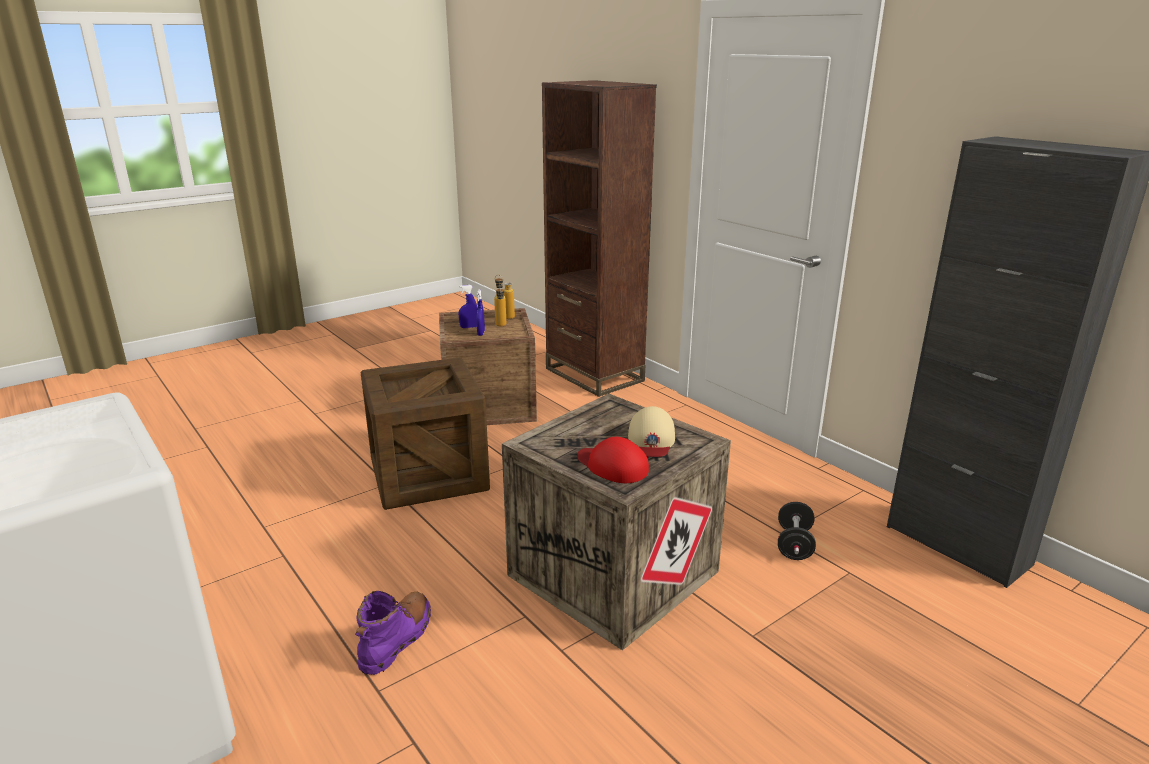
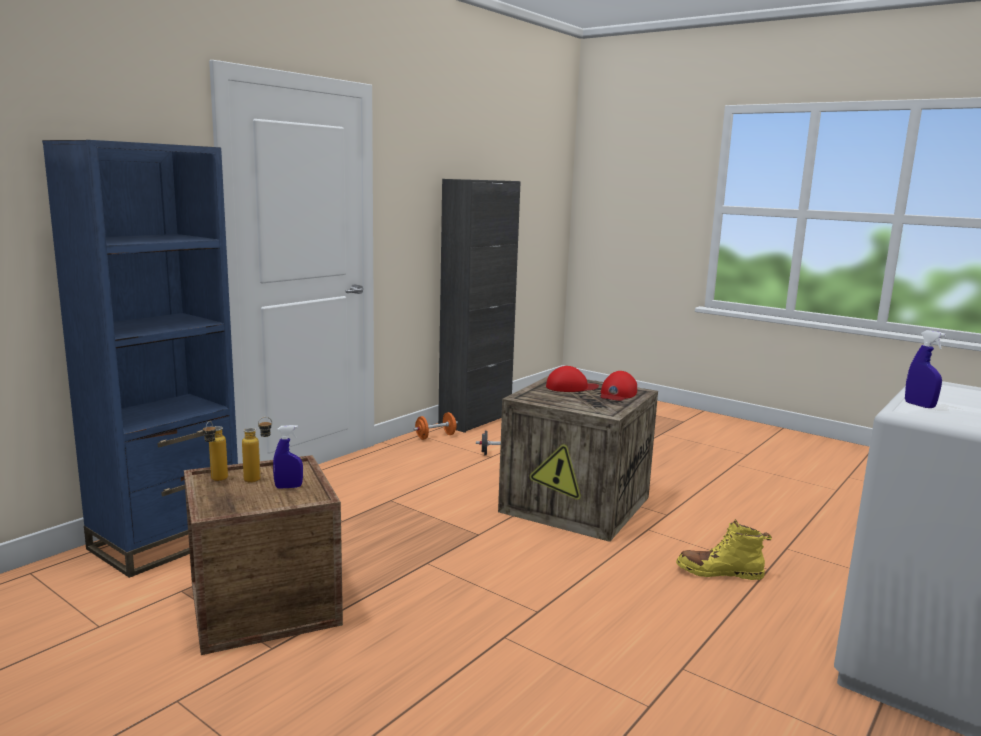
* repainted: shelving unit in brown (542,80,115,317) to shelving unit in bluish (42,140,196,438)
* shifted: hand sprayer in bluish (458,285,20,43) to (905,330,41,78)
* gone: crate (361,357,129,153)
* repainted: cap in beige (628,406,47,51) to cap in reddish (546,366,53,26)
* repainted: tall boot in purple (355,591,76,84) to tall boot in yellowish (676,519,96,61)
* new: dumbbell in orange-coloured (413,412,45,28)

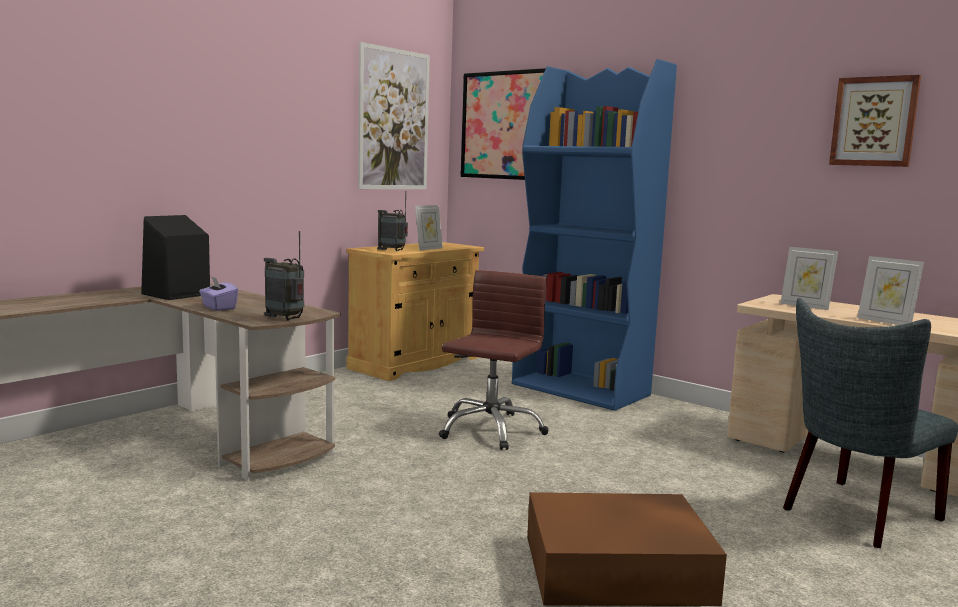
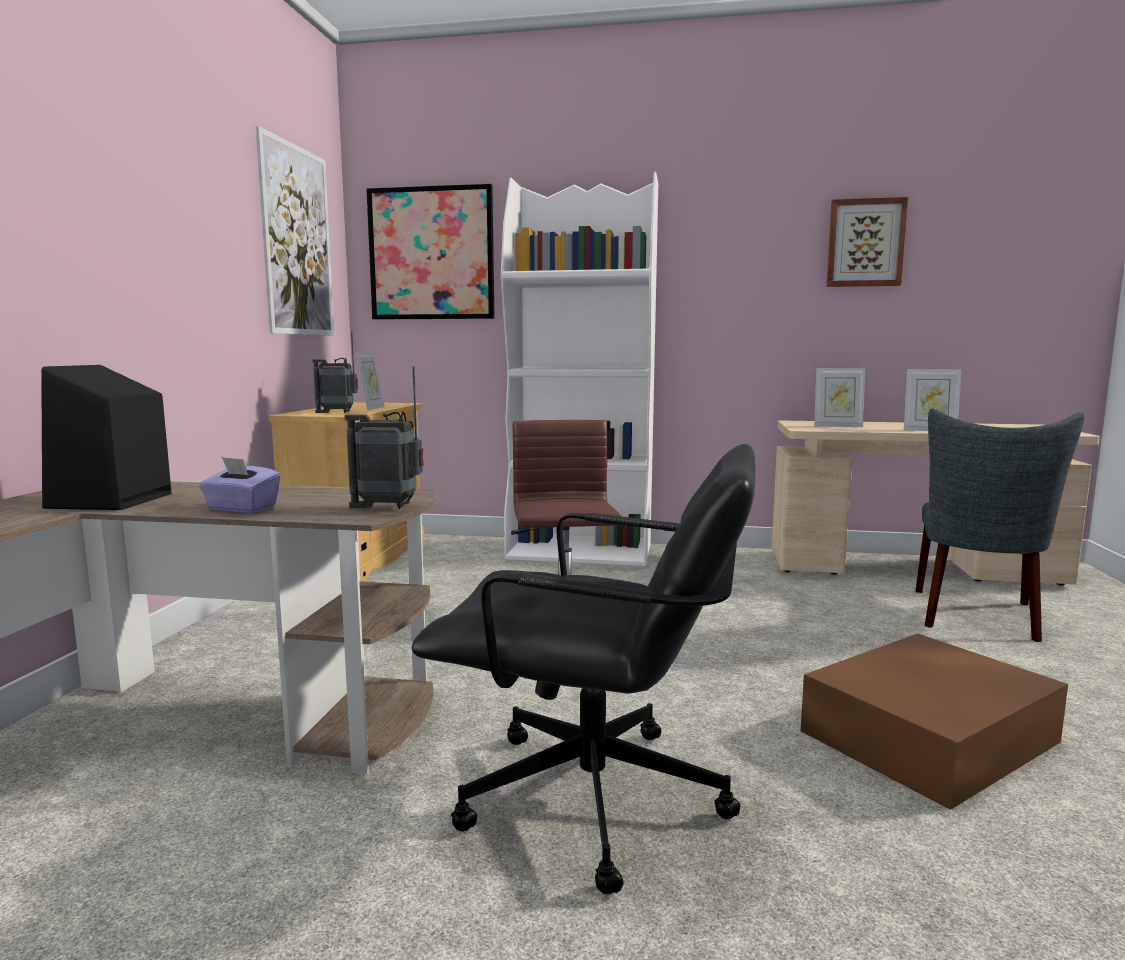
* repainted: shelving unit in bluish (512,59,165,352) to shelving unit in white (501,172,157,395)
* new: desk chair in black (412,444,343,451)

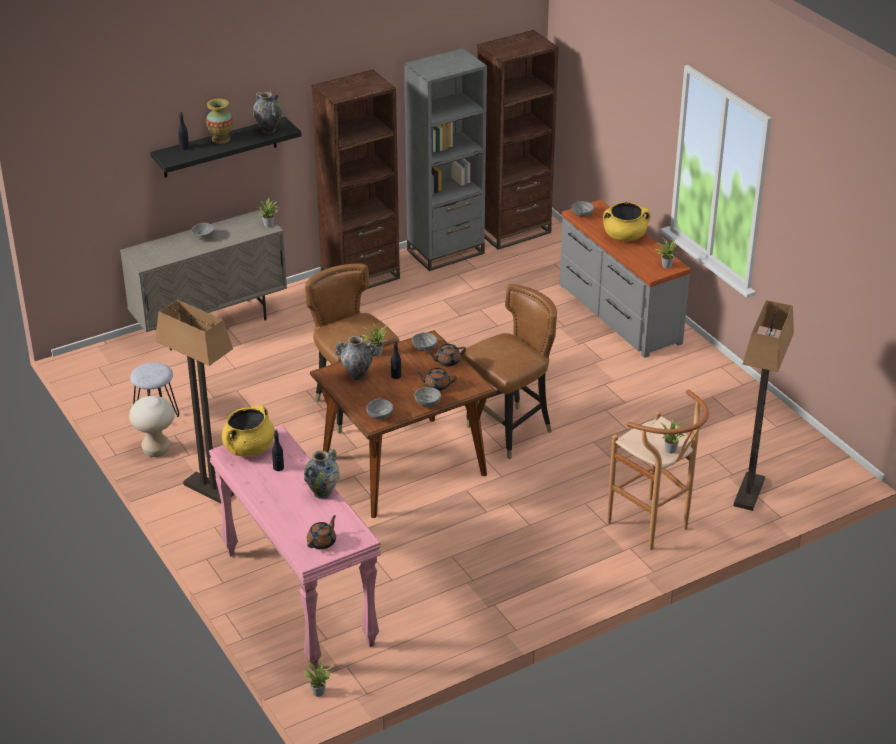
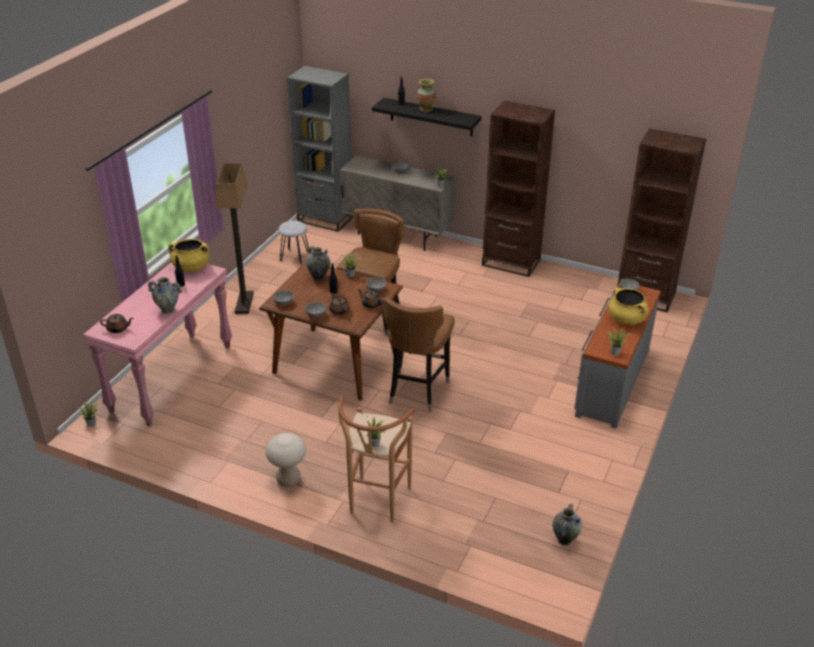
* shifted: shelving unit in grey (404,48,83,223) to (287,66,67,166)
* shifted: vase (253,91,29,43) to (553,503,29,43)
* rotated: plain chair in brown (460,284,97,175) = (383,297,72,115) 90 degrees clockwise
* gone: standing lamp (734,300,60,211)
* shifted: stool seat in beige (129,396,46,61) to (265,433,41,54)

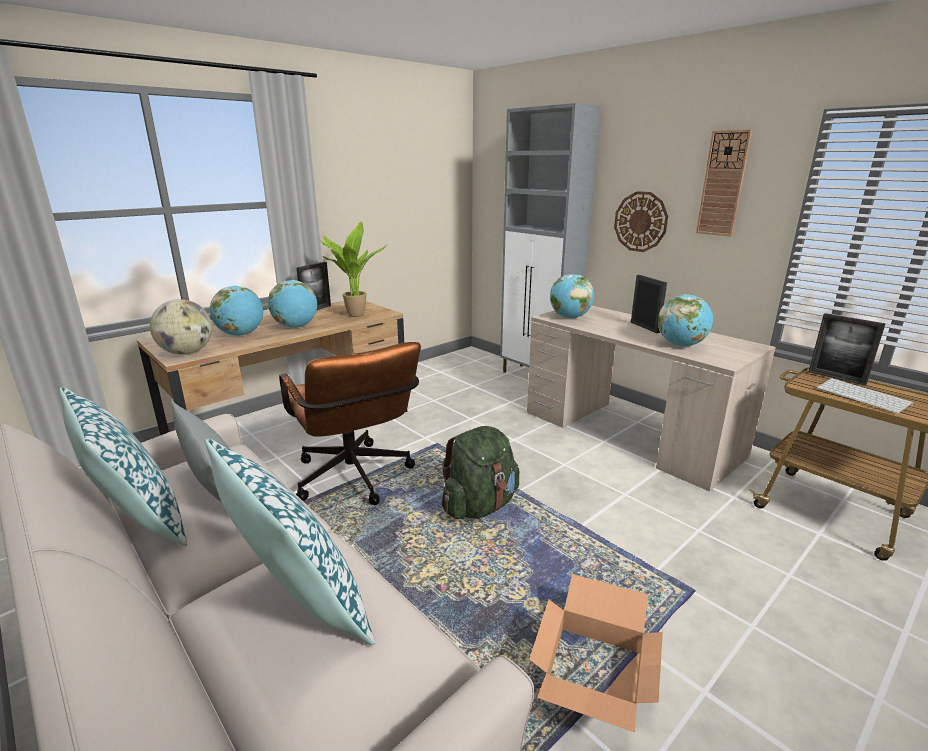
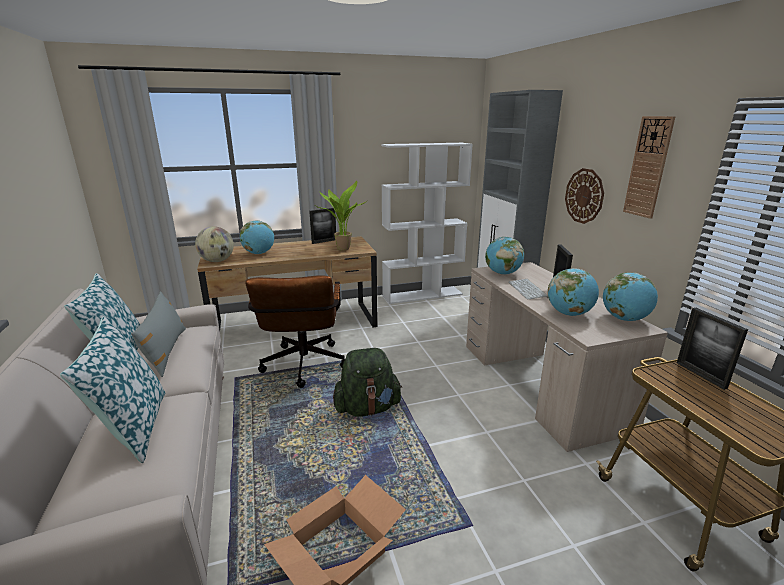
* shifted: globe (268,280,49,48) to (603,273,55,48)
* shifted: PC keyboard (816,378,97,36) to (508,279,40,21)
* new: shelving unit in white (381,143,92,161)

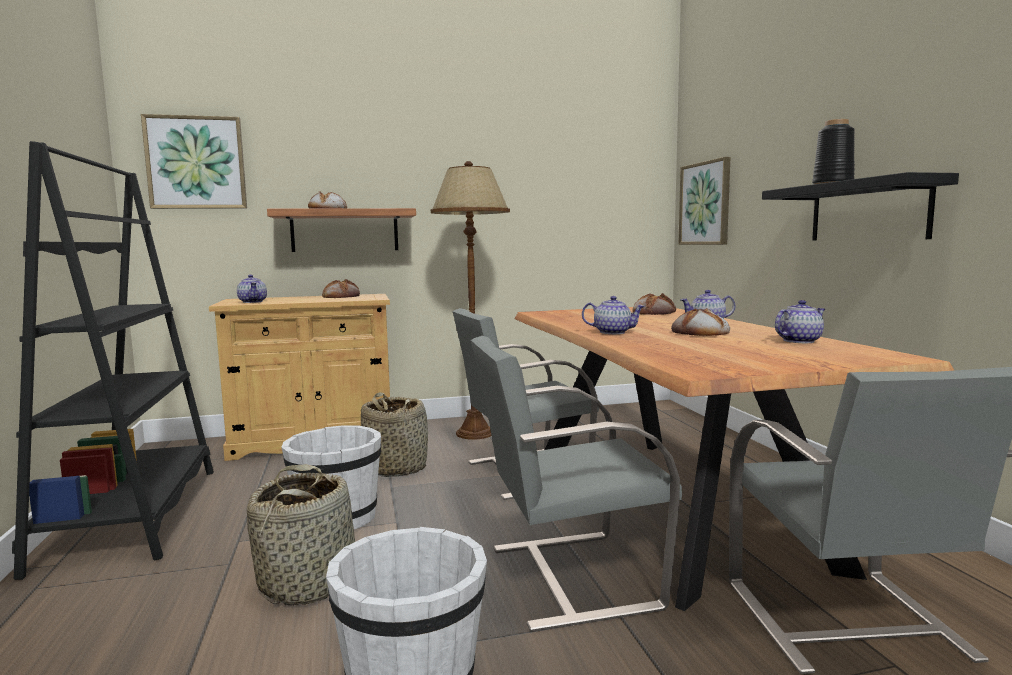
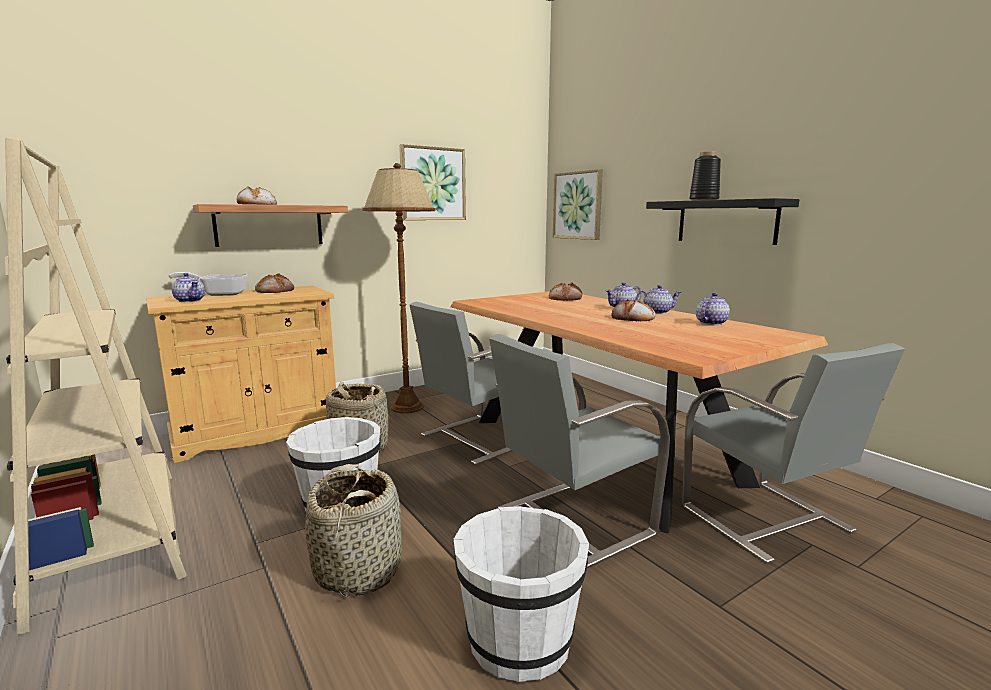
* shifted: wall picture (141,114,106,95) to (399,144,67,76)
* repainted: shelving unit in black (12,141,202,439) to shelving unit in beige (5,137,181,498)
* shifted: teapot (582,296,63,38) to (635,285,47,29)
* new: pan (169,272,79,24)

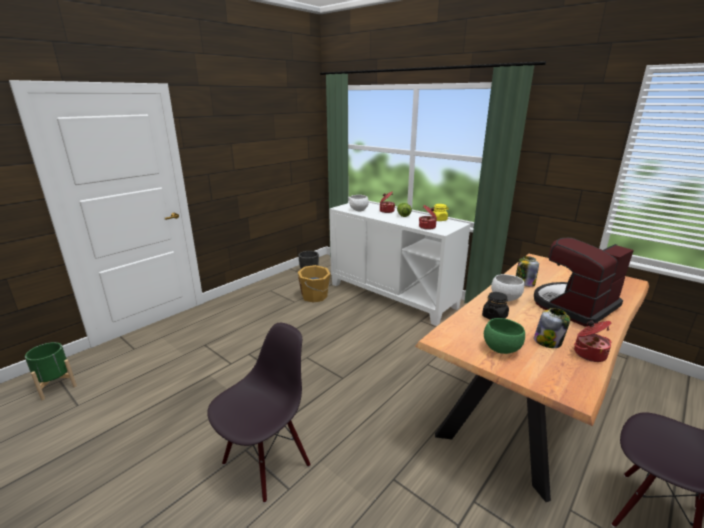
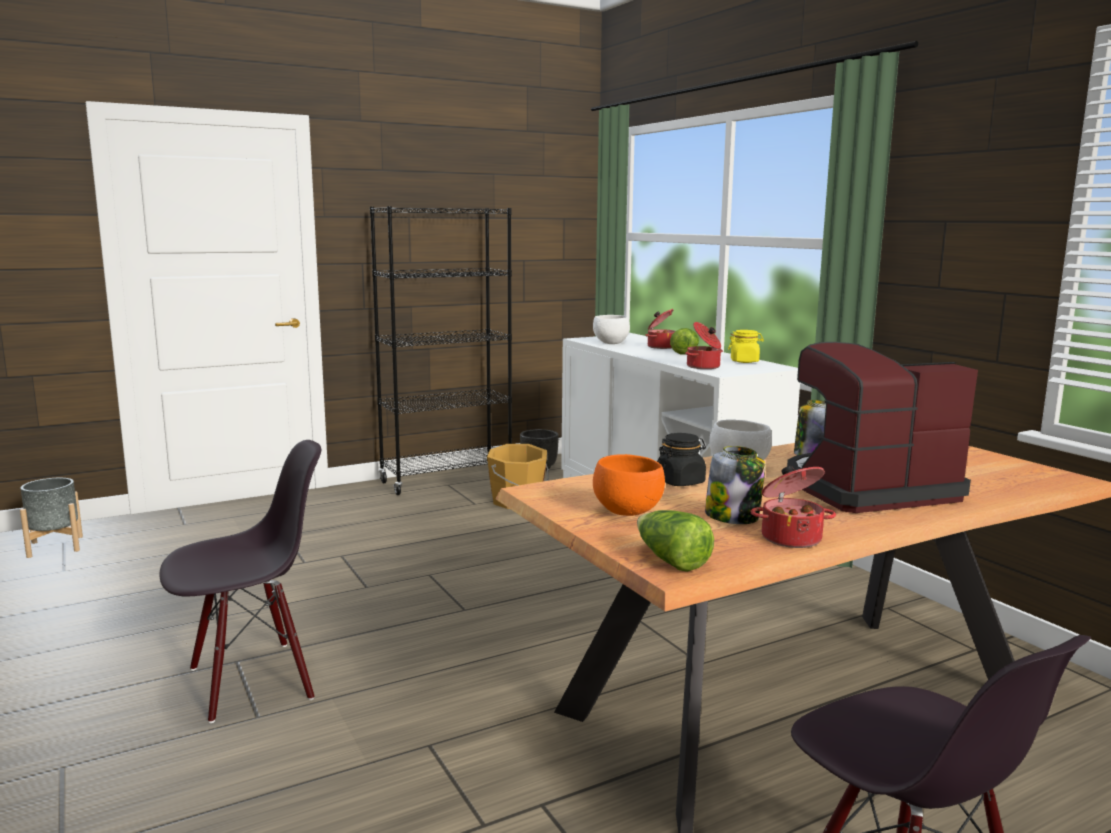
* repainted: deep dish in greenish (484,318,41,36) to deep dish in orange-coloured (593,454,72,62)
* repainted: plant pot in greenish (25,342,52,58) to plant pot in grey (20,478,63,80)
* new: shelving unit in black (370,206,142,289)
* new: head of lettuce (637,510,77,62)

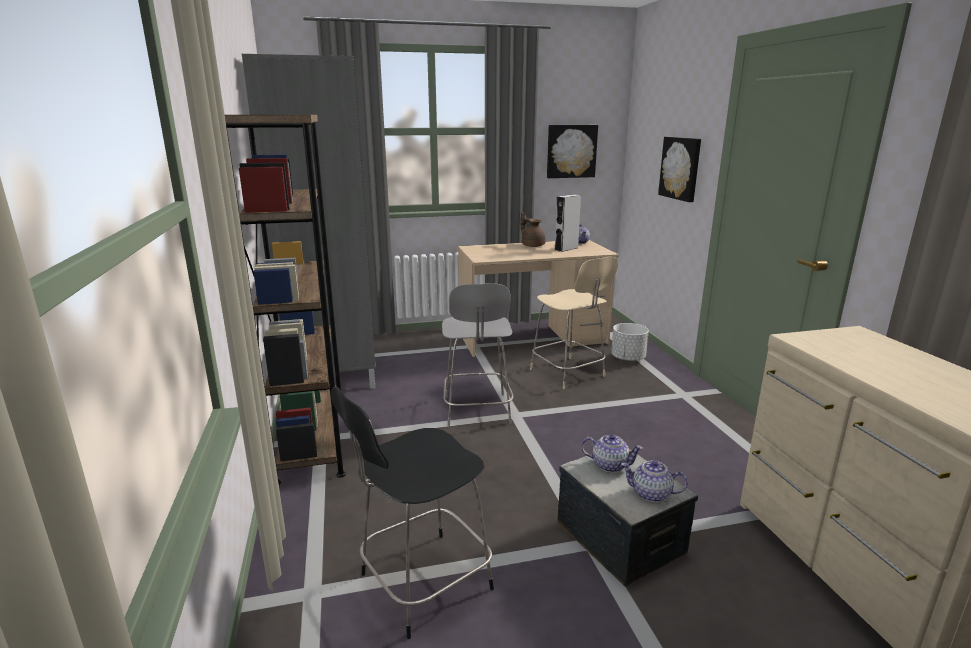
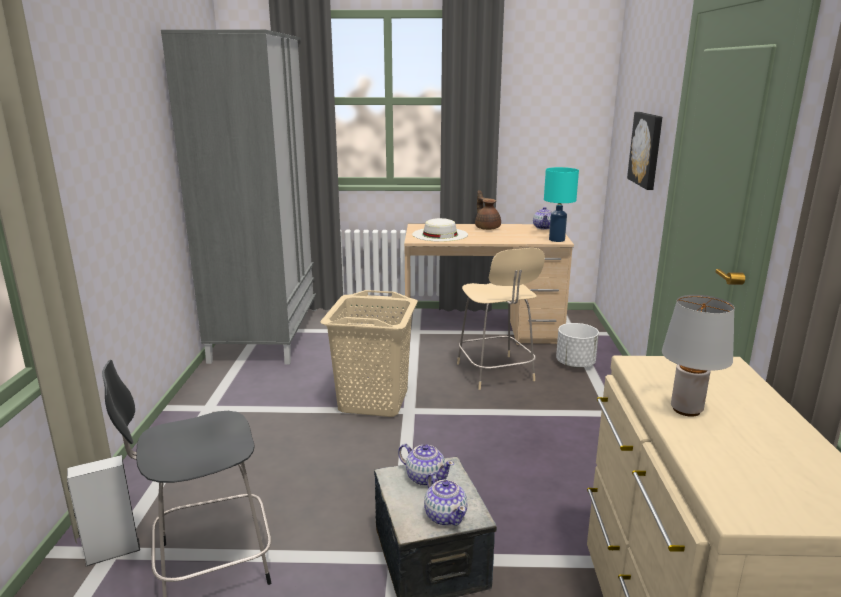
* gone: shelving unit in brown (225,115,121,370)
* gone: wall picture (547,125,51,53)
* shifted: speaker in grey (555,194,26,58) to (67,455,73,111)
* swapped: plain chair in grey (442,283,72,143) to laundry basket in beige (320,290,98,127)
* rotated: teapot (621,460,67,42) = (424,473,43,53) 150 degrees counterclockwise
* new: table lamp in blue-green (544,167,35,75)
* new: wearable hat in white (412,218,56,24)
* new: table lamp in grey (662,295,73,122)

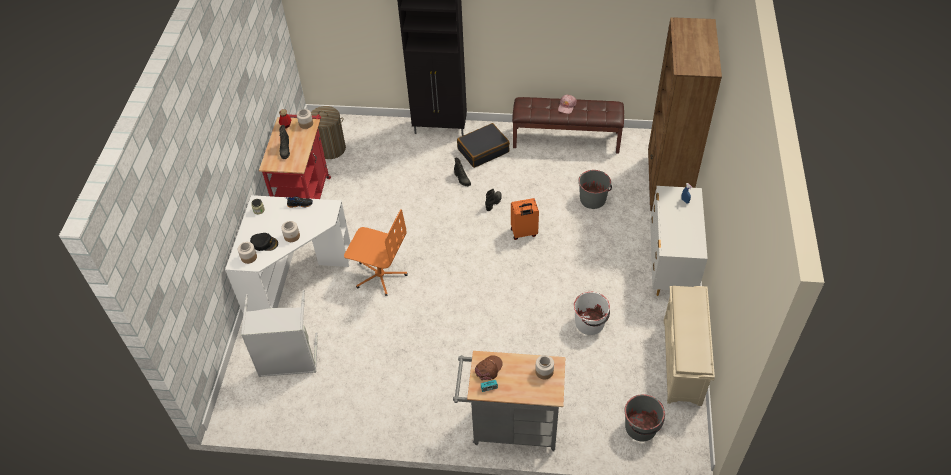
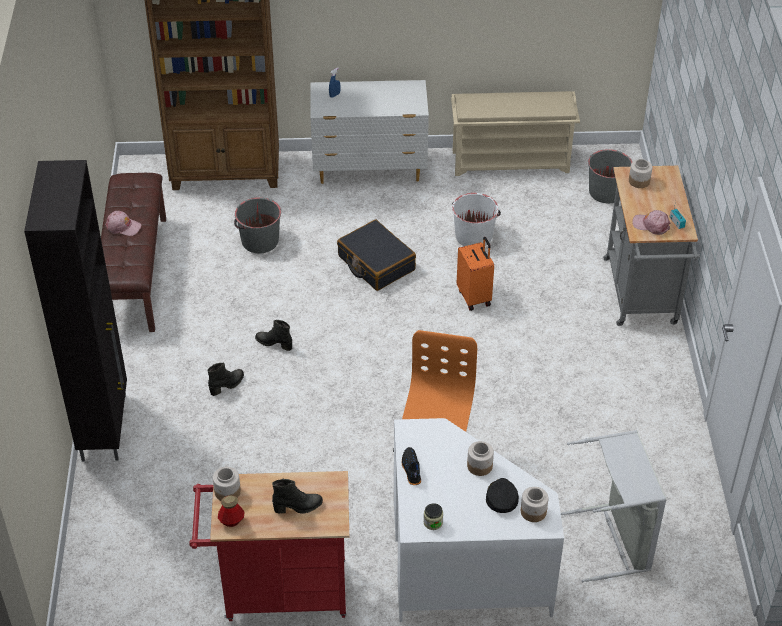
* gone: laundry basket (311,106,35,53)
* shifted: piece of luggage in black (457,123,53,45) to (337,220,79,71)
* shifted: piece of luggage in orange-coloured (511,198,28,42) to (457,237,37,74)
* repainted: cap in brown (475,355,28,25) to cap in pink-coloured (632,210,38,25)

